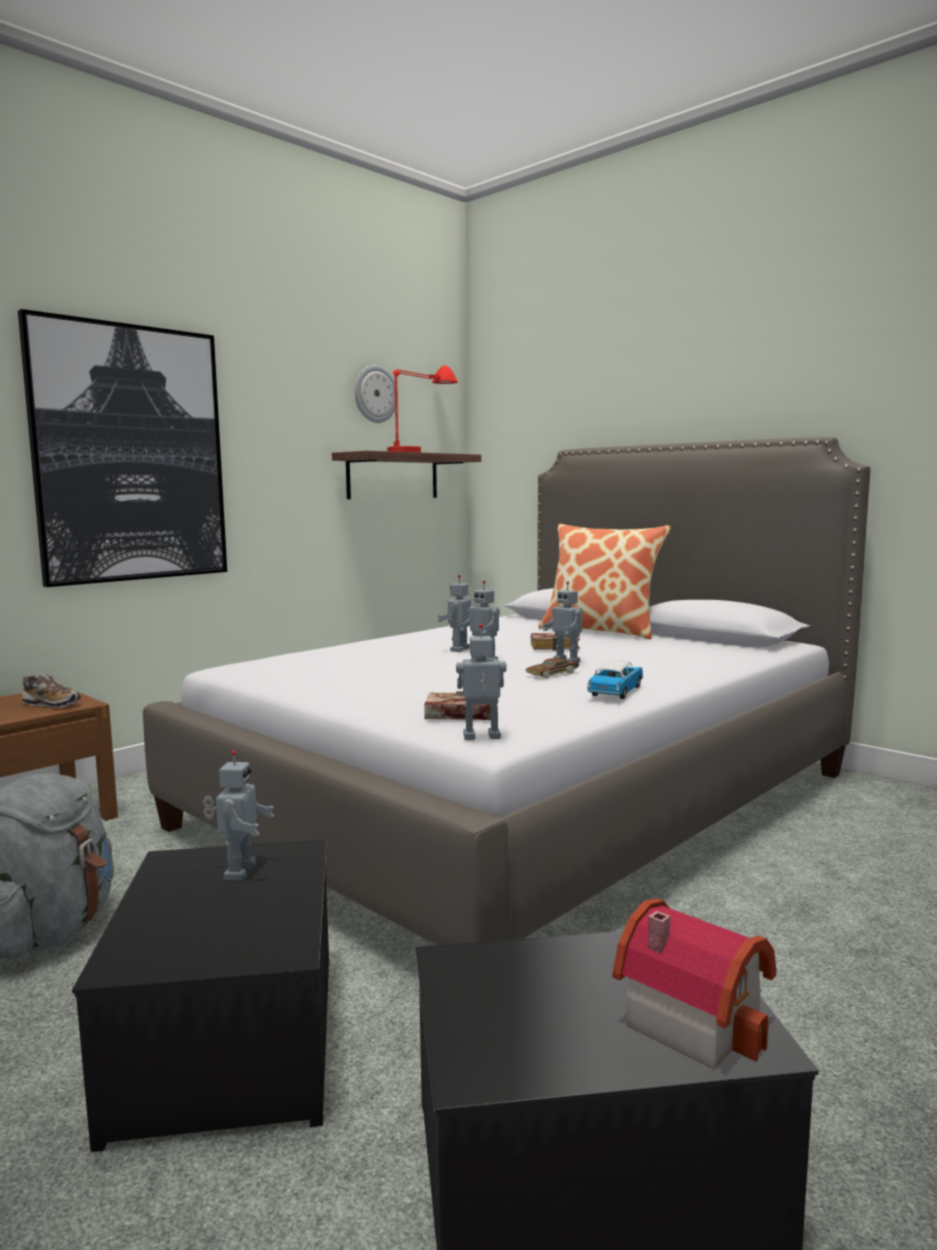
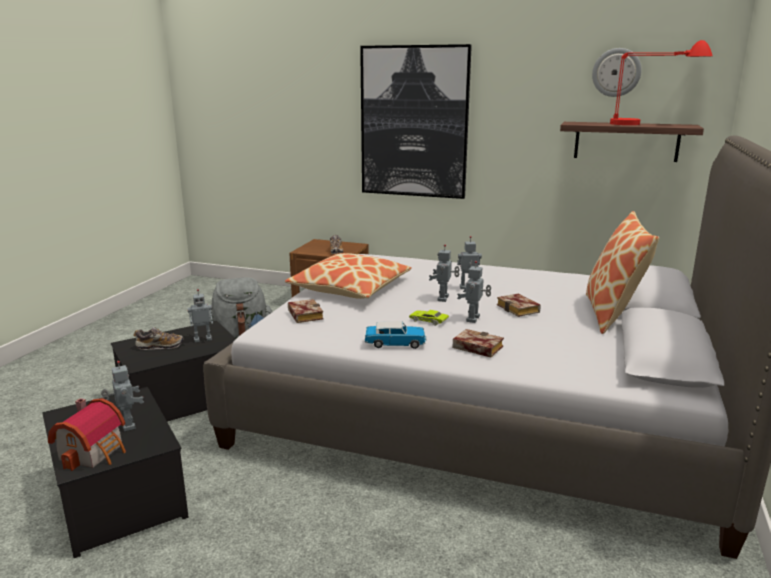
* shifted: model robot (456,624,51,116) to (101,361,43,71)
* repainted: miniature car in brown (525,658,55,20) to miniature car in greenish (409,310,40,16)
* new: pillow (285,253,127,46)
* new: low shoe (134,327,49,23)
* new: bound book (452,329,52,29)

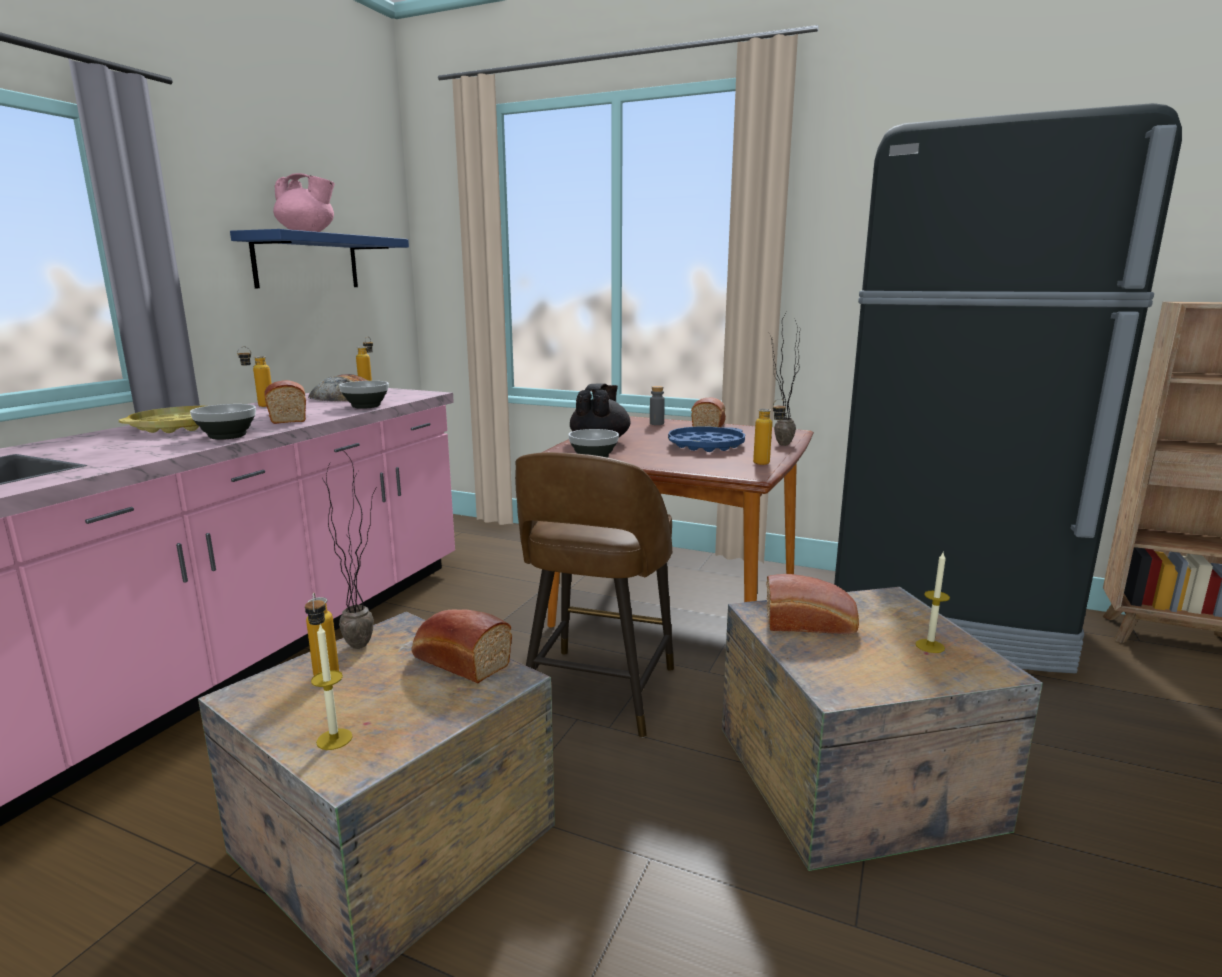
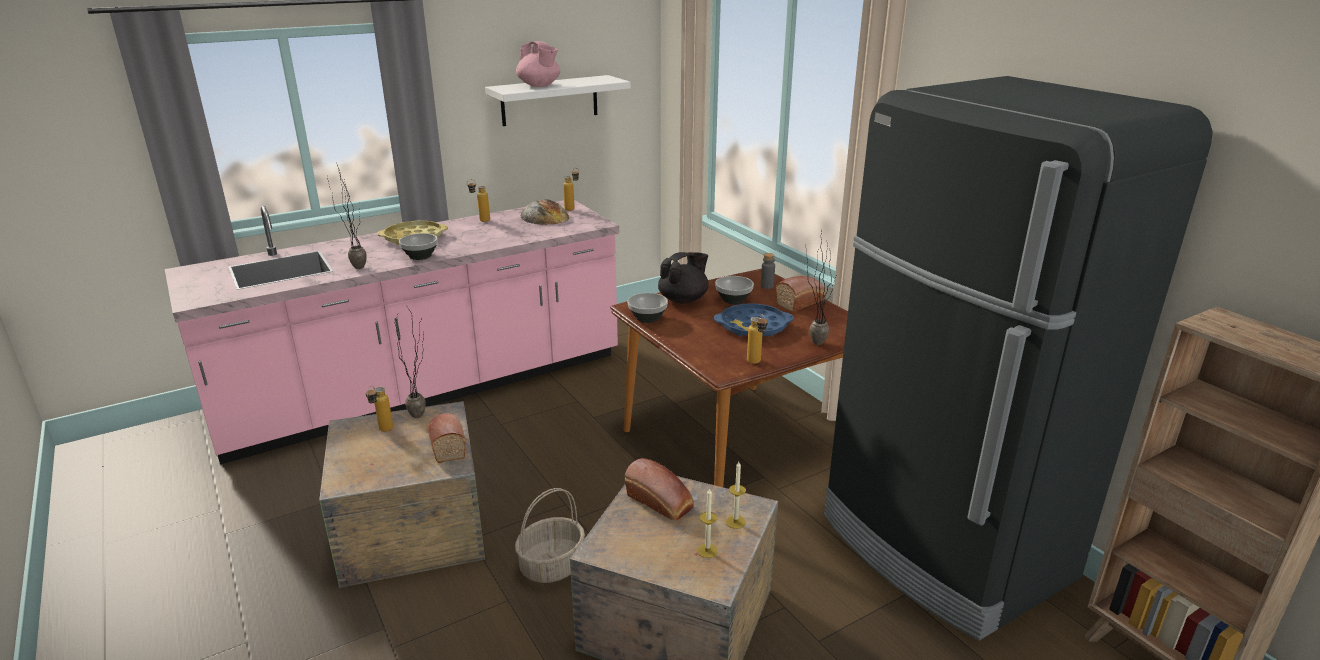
* repainted: wall shelf in bluish (230,229,179,59) to wall shelf in white (485,75,146,51)
* gone: baked bread (264,380,42,44)
* shifted: deep dish (339,381,50,28) to (715,276,39,28)
* gone: stool seat in brown (515,452,159,285)
* shifted: wax candle (311,625,42,125) to (726,462,20,67)
* new: potted plant (327,161,40,108)
* new: basket (515,488,70,95)

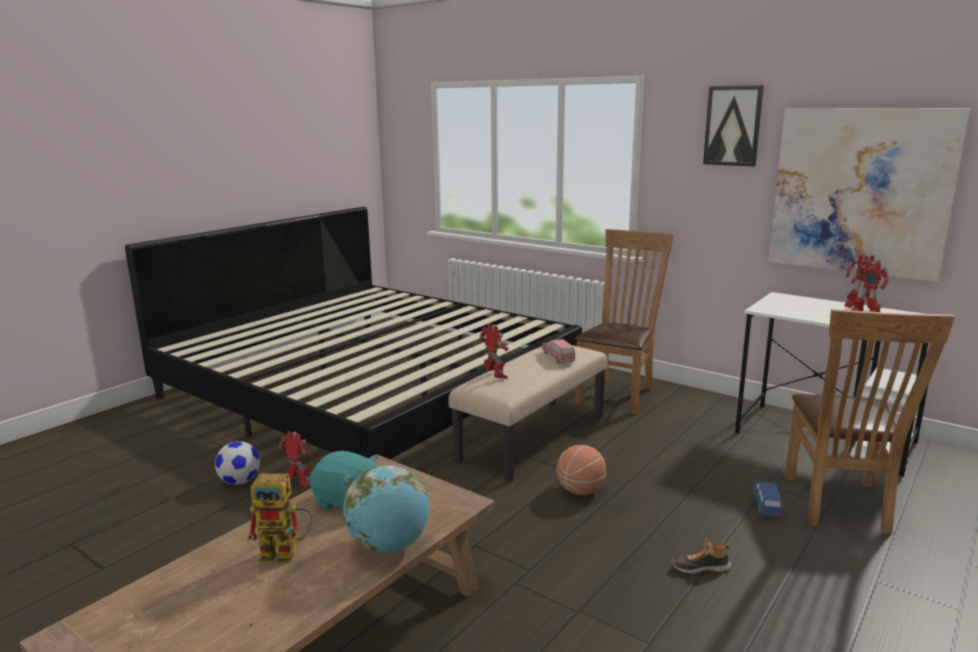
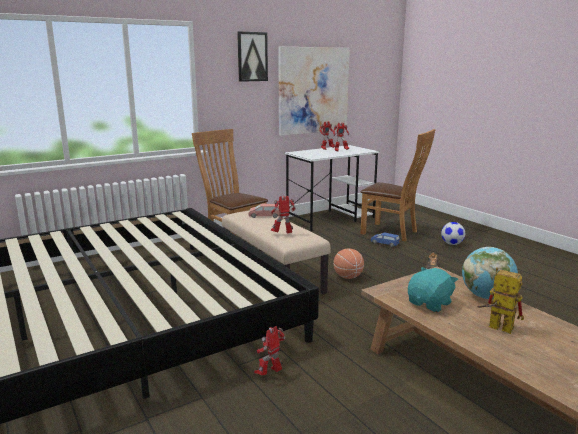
* shifted: ball for football (215,441,45,44) to (441,222,24,23)
* rotated: model robot (247,473,66,90) = (478,267,46,67) 75 degrees counterclockwise

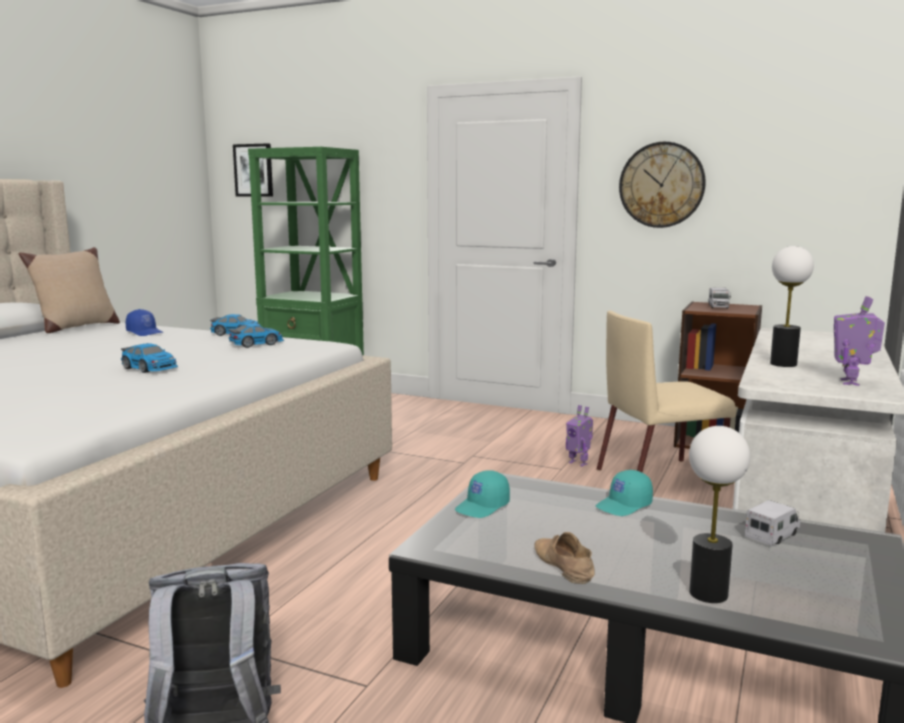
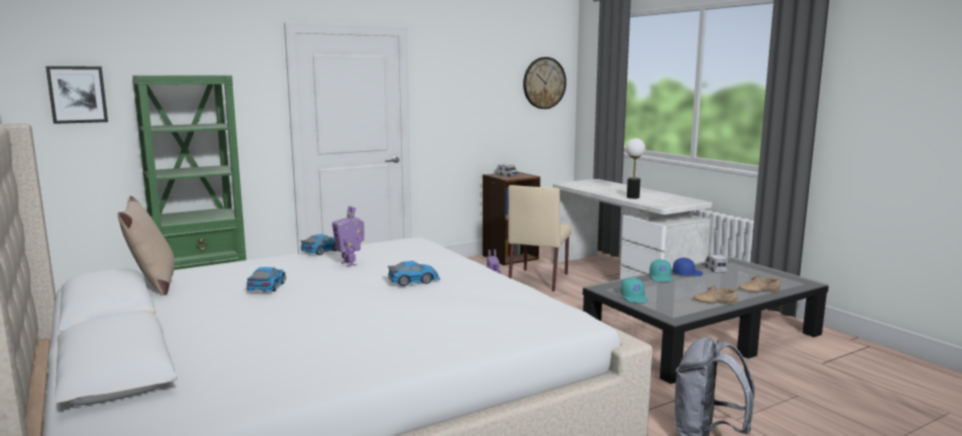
* shifted: hanging clock (619,142,87,86) to (523,57,43,52)
* shifted: model robot (834,296,51,90) to (332,206,32,61)
* shifted: cap in bluish (126,309,37,27) to (673,258,30,18)
* shifted: miniature car (228,323,56,25) to (246,267,40,25)
* swapped: table lamp (689,426,61,177) to low shoe in beige (739,275,41,17)

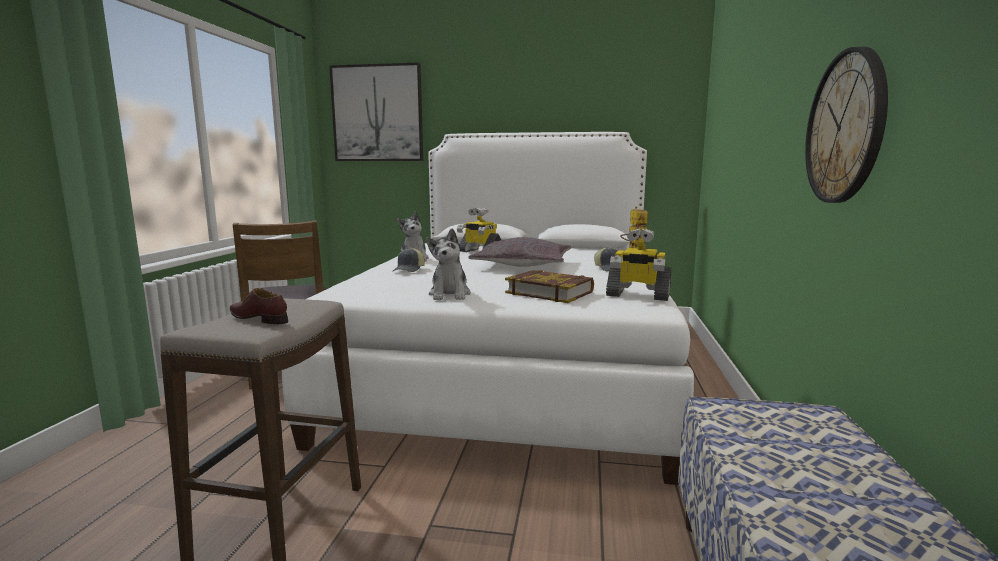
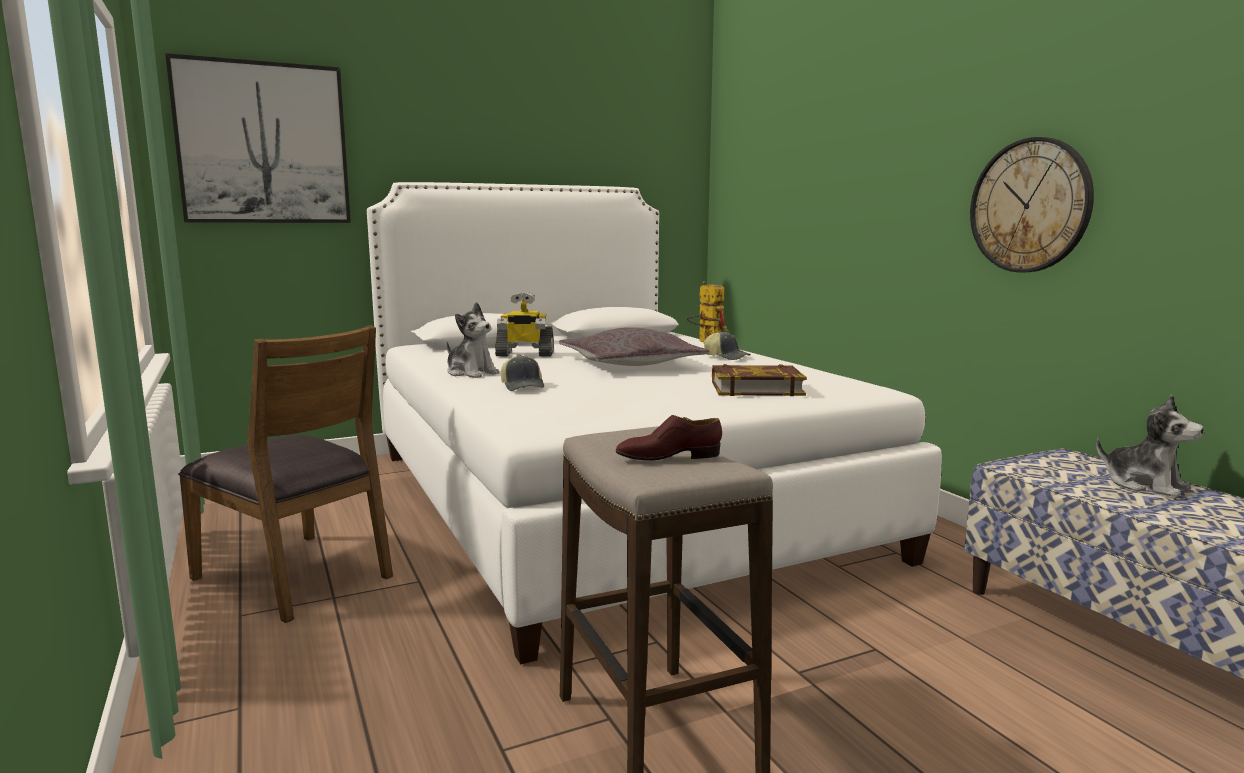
* shifted: plush toy (426,228,45,72) to (1096,395,108,103)
* gone: model robot (606,229,65,72)

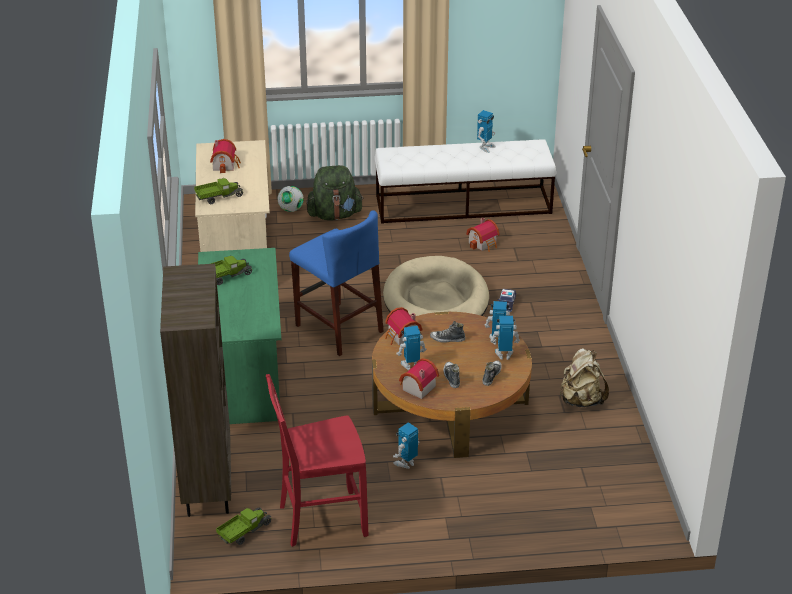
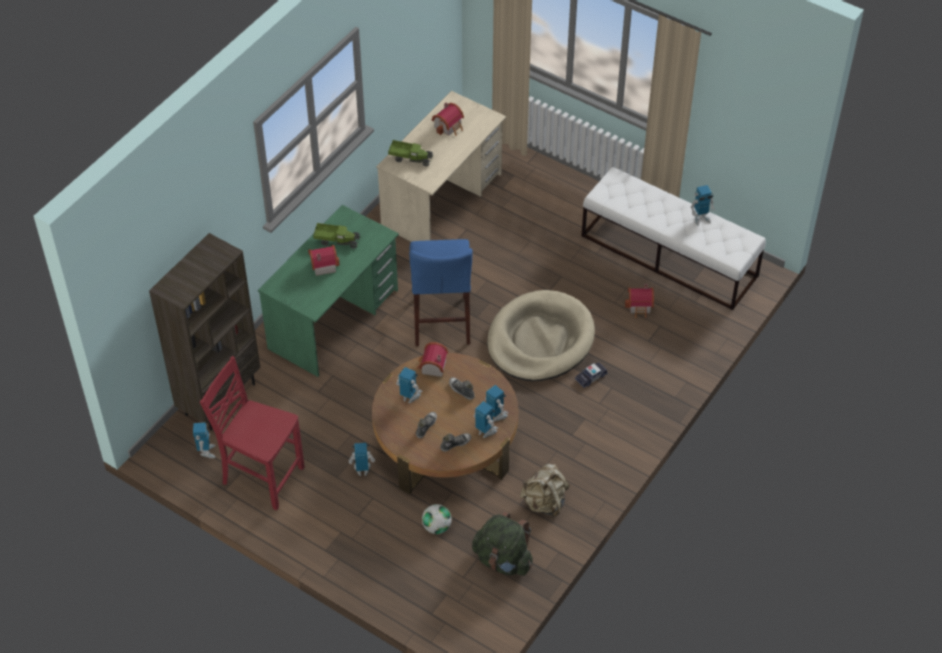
* shifted: backpack in greenish (306,165,58,55) to (472,512,60,64)
* shifted: ball for football (278,186,26,26) to (422,504,30,30)
* shifted: toy house (399,358,40,41) to (308,245,32,31)
* swapped: toy lorry (216,507,56,38) to model robot (193,422,23,36)

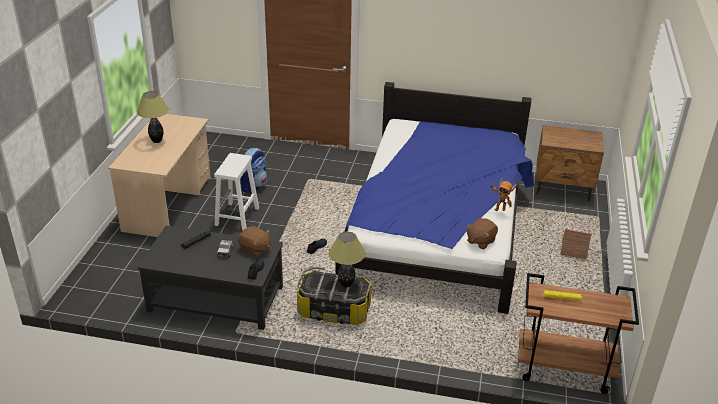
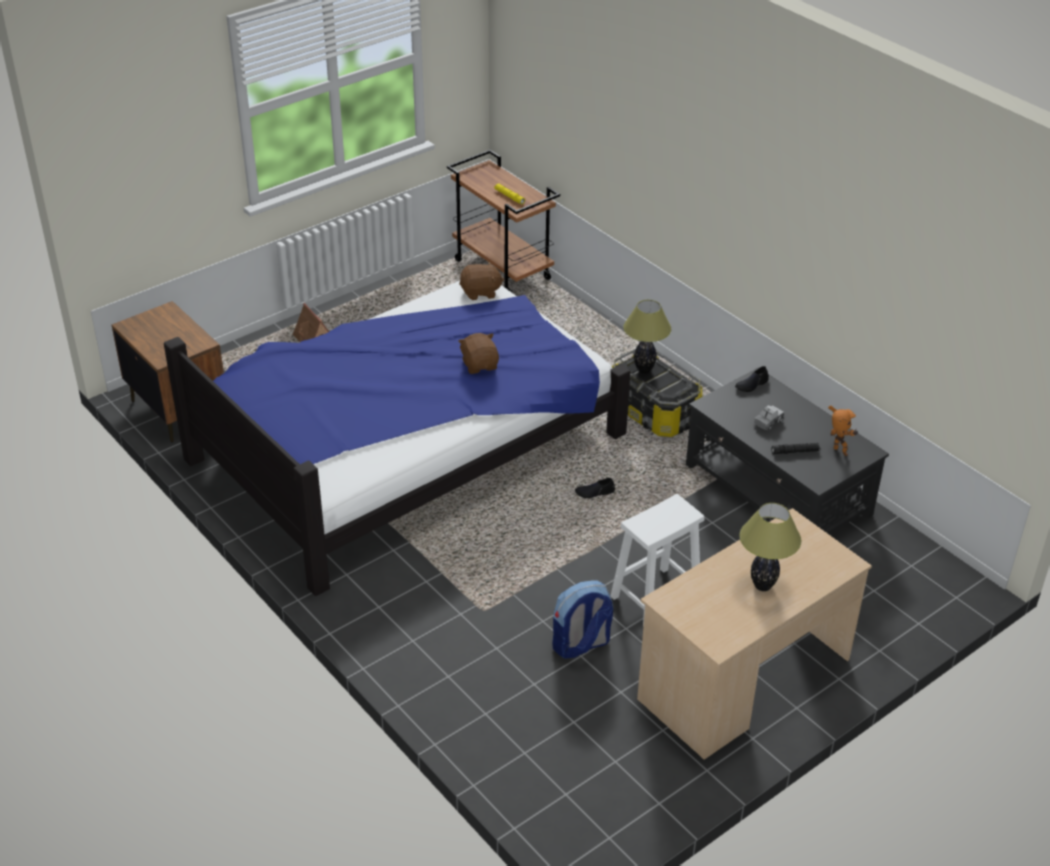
* shifted: model robot (490,178,27,33) to (828,405,30,51)
* shifted: plush toy in brown (238,226,33,31) to (458,333,41,41)

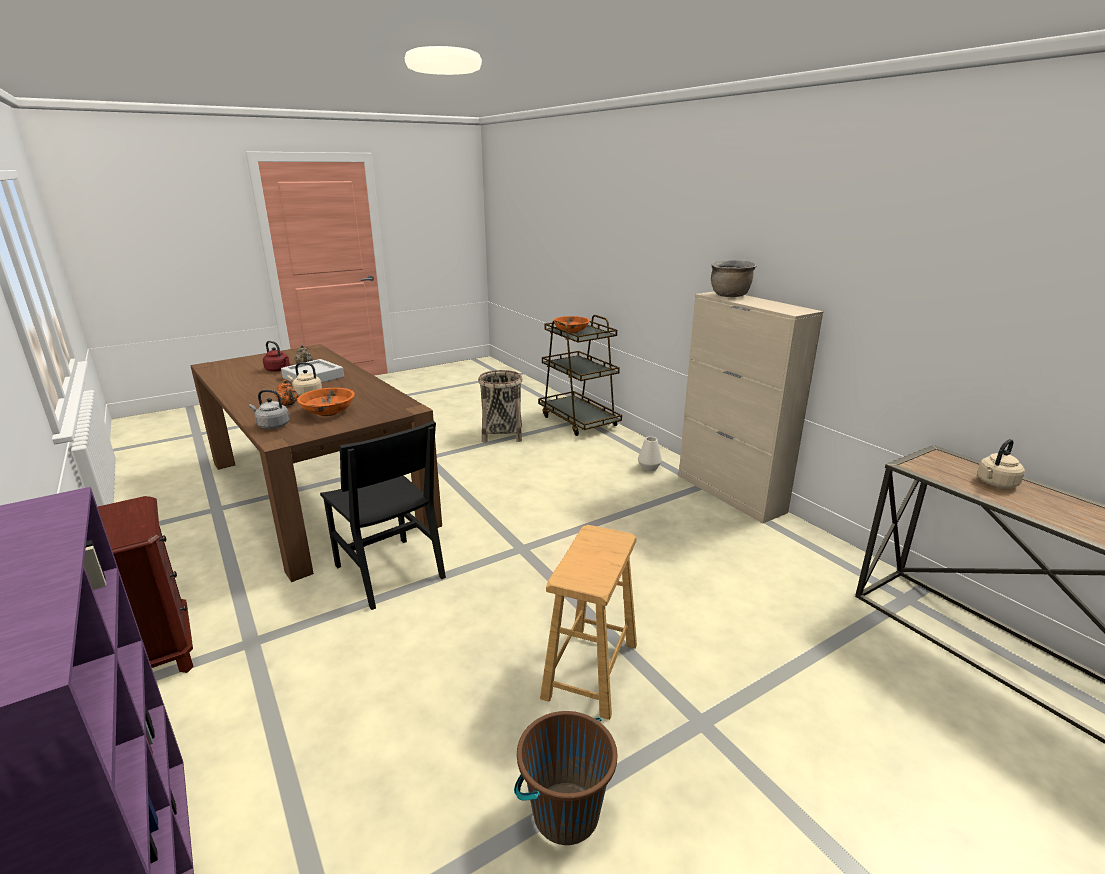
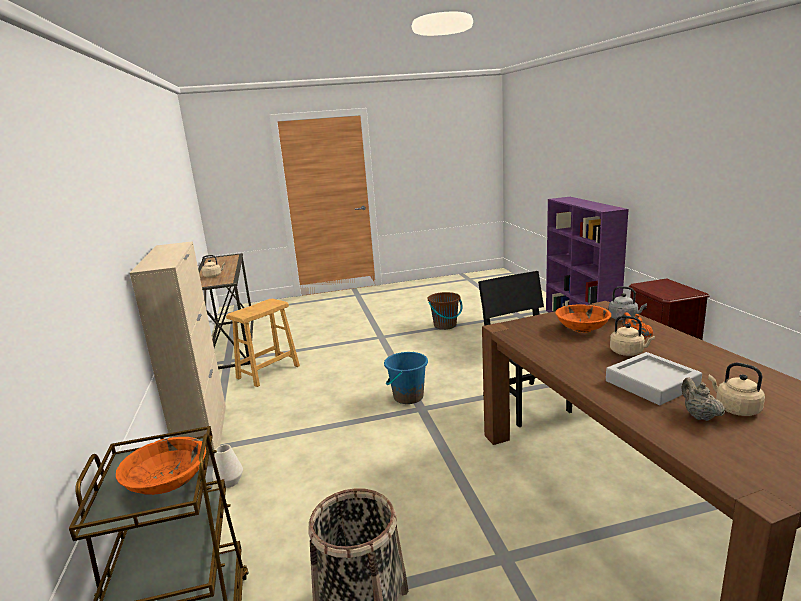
* gone: cooking pot in brown (711,260,46,37)
* repainted: kettle in reddish (263,341,27,31) to kettle in beige (708,363,57,53)
* shifted: stool seat in brown (540,525,97,195) to (226,299,74,88)
* new: water bucket in bluish (384,352,44,52)

